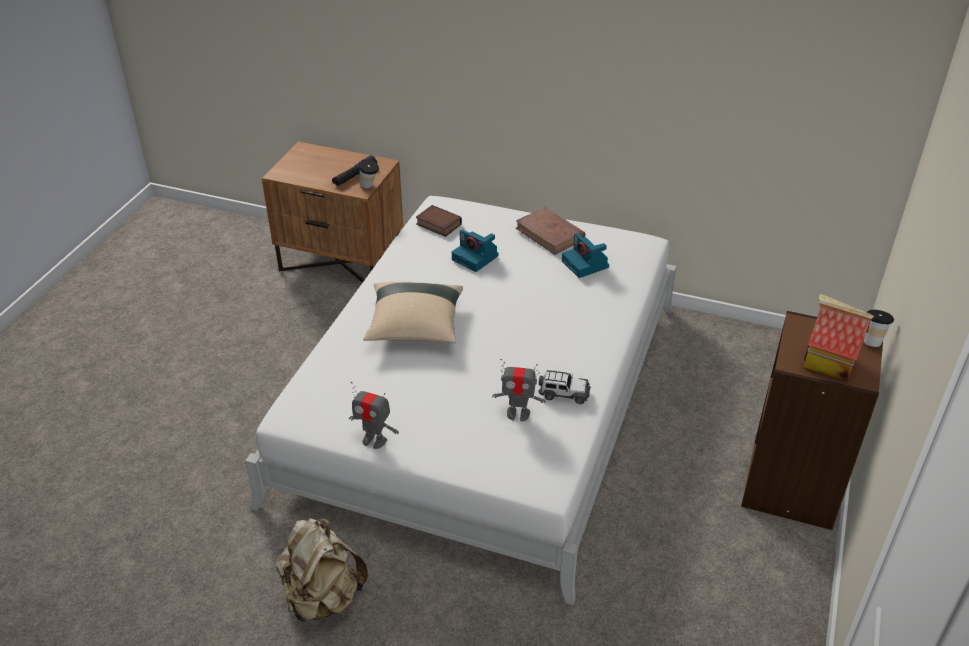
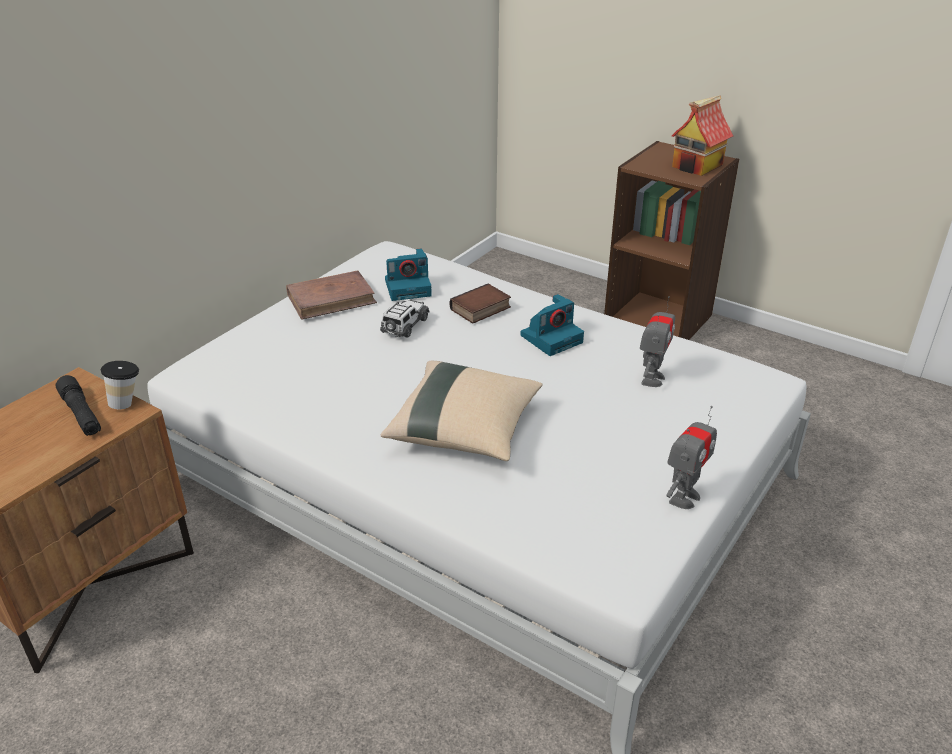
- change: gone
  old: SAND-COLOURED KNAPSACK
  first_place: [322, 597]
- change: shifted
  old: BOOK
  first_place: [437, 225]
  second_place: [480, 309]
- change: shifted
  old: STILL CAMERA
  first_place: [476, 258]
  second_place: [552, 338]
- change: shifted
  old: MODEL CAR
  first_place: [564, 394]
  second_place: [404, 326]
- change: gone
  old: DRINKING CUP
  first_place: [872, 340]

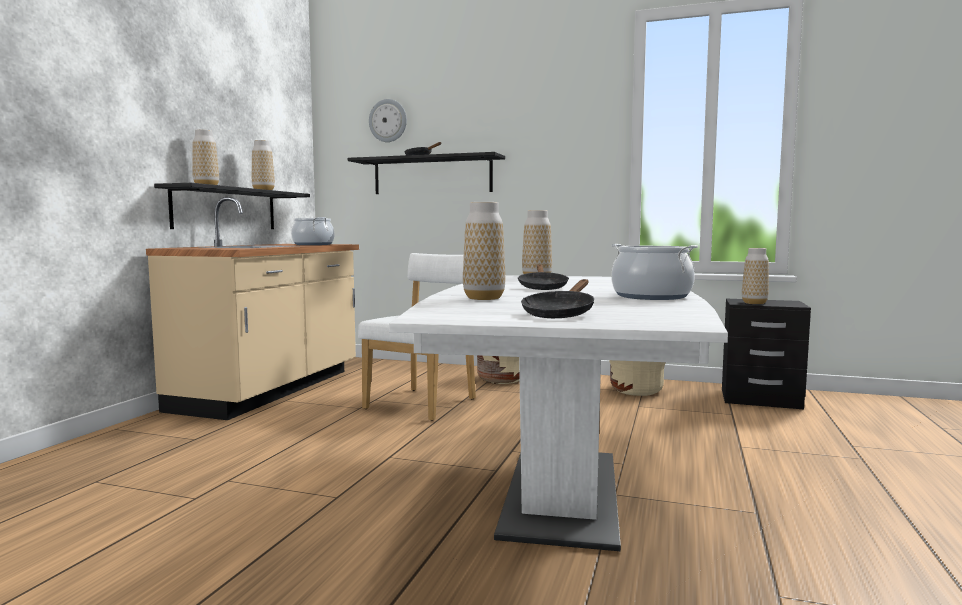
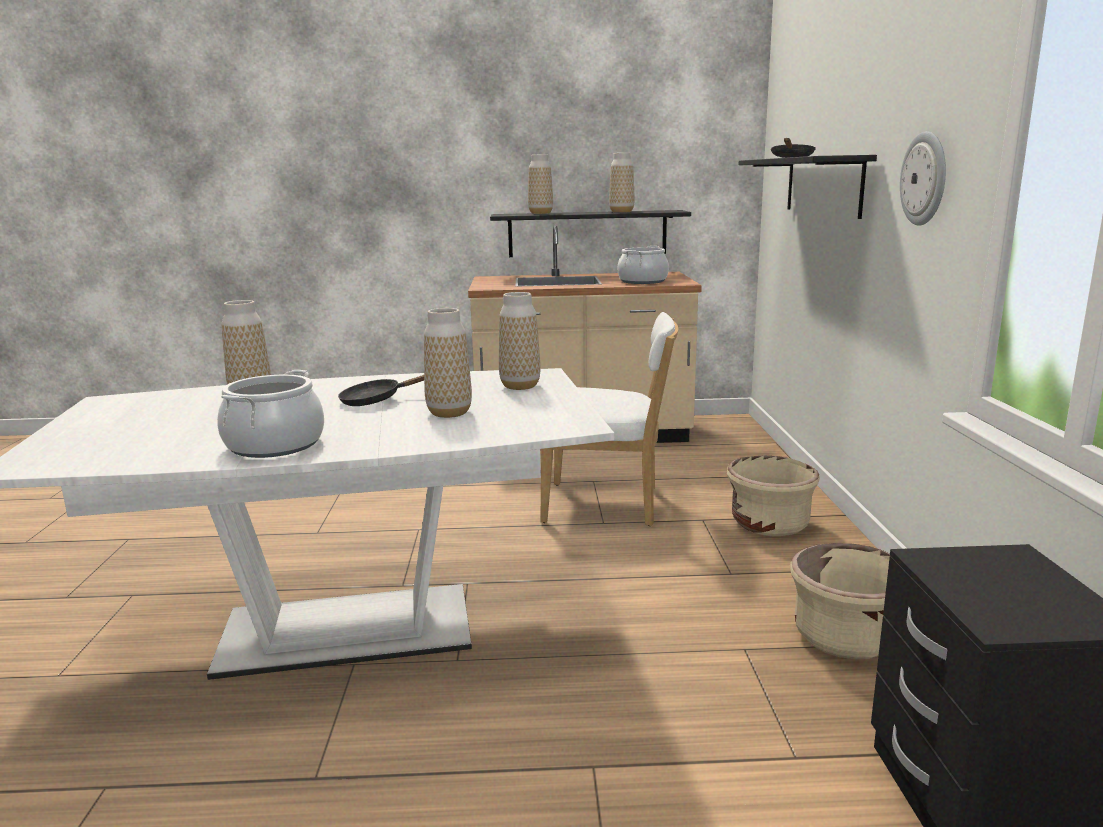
- change: shifted
  old: HANGING CLOCK
  first_place: [388, 121]
  second_place: [925, 179]
- change: gone
  old: BLACK-COLOURED PAN
  first_place: [560, 313]
- change: shifted
  old: DECORATIVE VASE
  first_place: [754, 303]
  second_place: [449, 413]

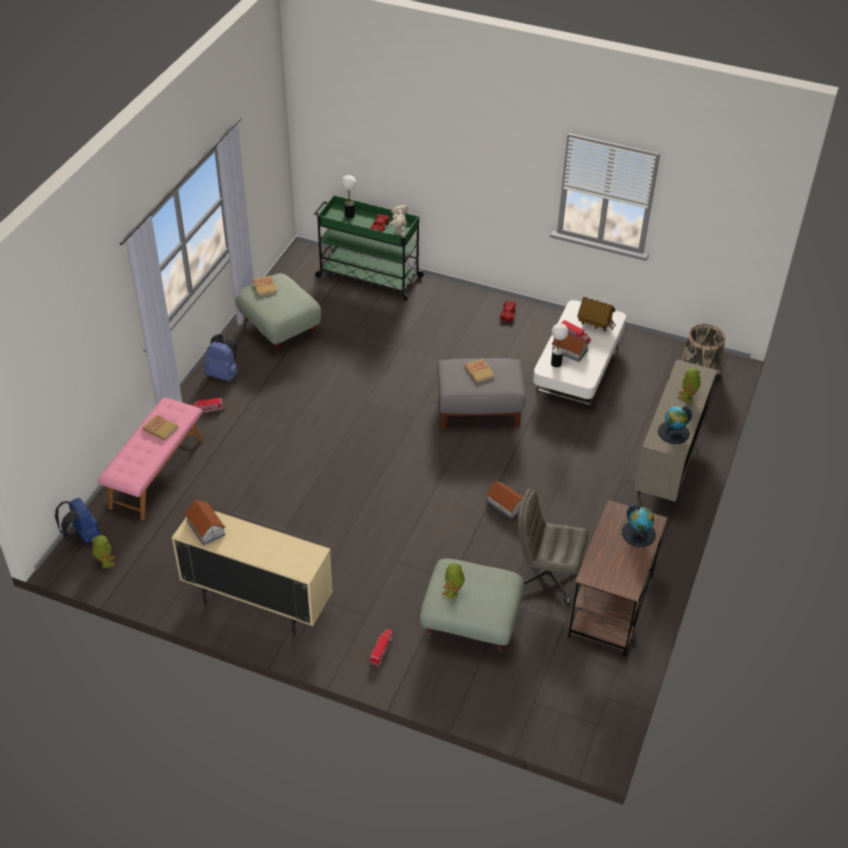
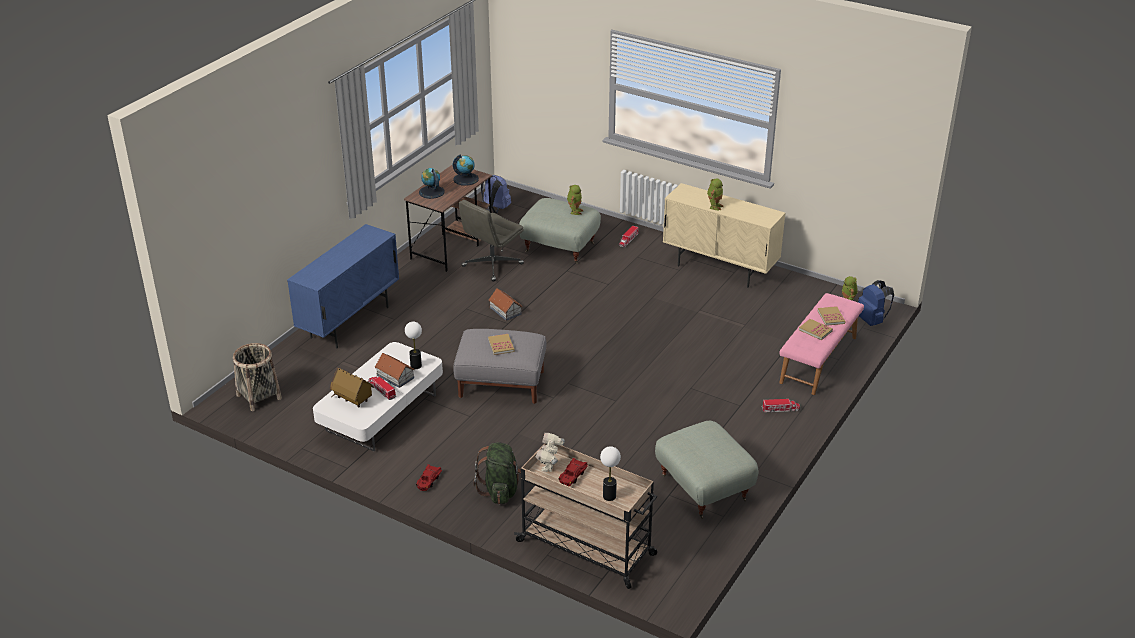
- change: gone
  old: MODEL HOUSE
  first_place: [205, 528]
- change: shifted
  old: BLUISH KNAPSACK
  first_place: [224, 374]
  second_place: [495, 209]
- change: shifted
  old: BOOK
  first_place: [265, 287]
  second_place: [831, 317]
- change: repainted
  old: GREENISH CART
  new: SAND-COLOURED CART
  first_place: [368, 276]
  second_place: [587, 548]
- change: rotated
  old: GRAY OFFICE CHAIR
  first_place: [546, 577]
  second_place: [492, 265]
  degrees: 105
- change: repainted
  old: SAND-COLOURED CUPBOARD
  new: BLUISH CUPBOARD
  first_place: [667, 469]
  second_place: [350, 322]
- change: shifted
  old: DESK GLOBE
  first_place: [673, 432]
  second_place: [466, 179]
- change: shifted
  old: TOY ROBOT
  first_place: [687, 396]
  second_place: [714, 206]
- change: new
  new: GREENISH KNAPSACK
  second_place: [500, 490]

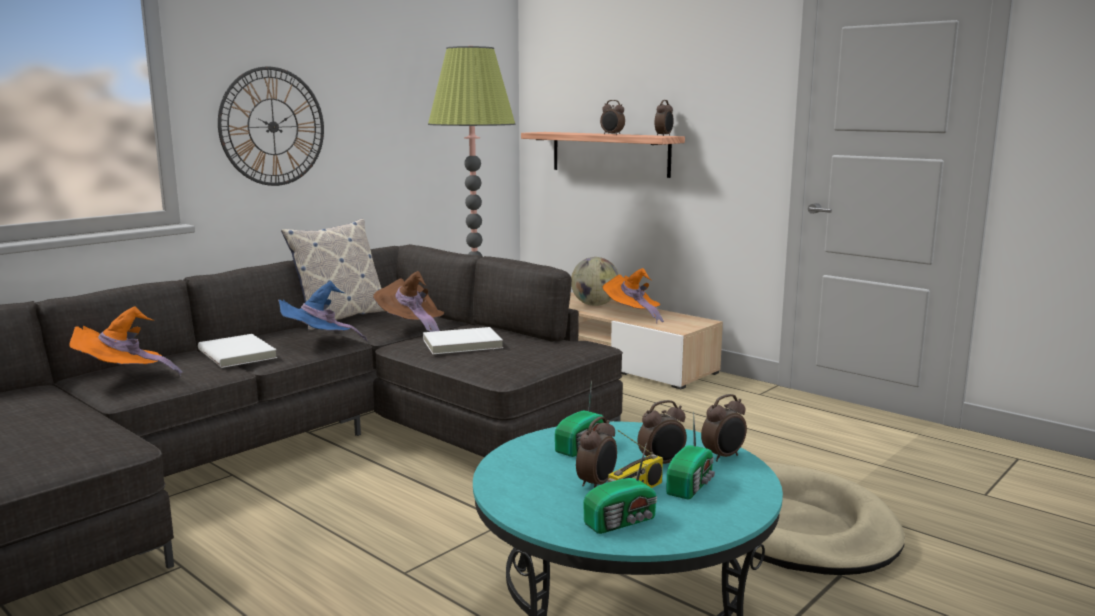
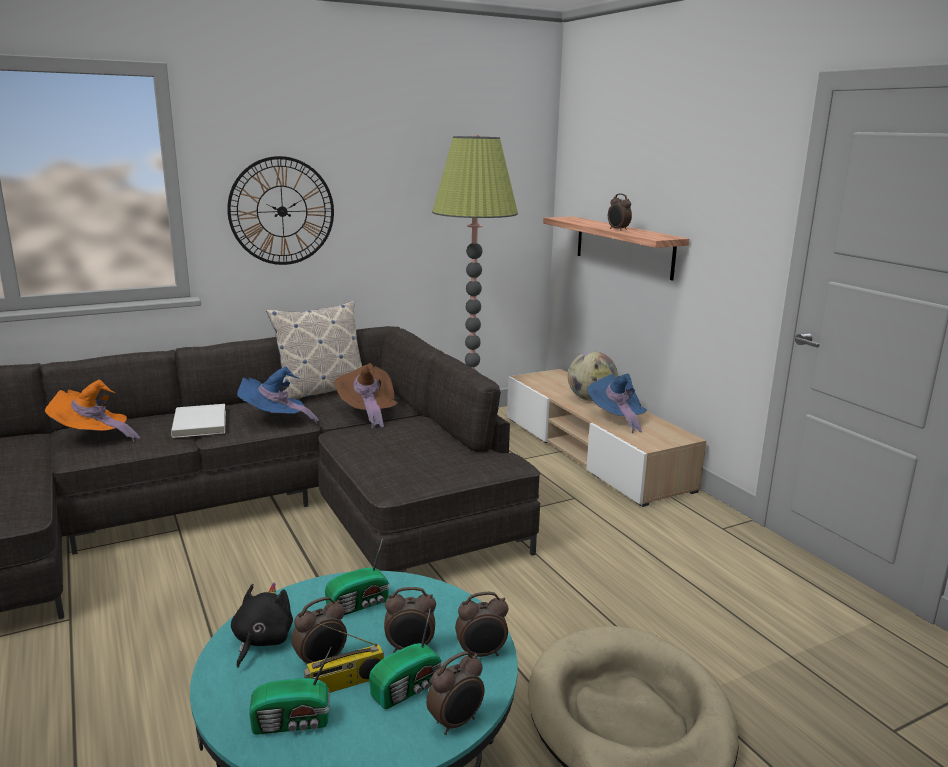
- change: gone
  old: WHITE BOOK
  first_place: [462, 344]
- change: repainted
  old: ORANGEY HAT
  new: BLUISH HAT
  first_place: [632, 315]
  second_place: [616, 419]
- change: shifted
  old: BEDSIDE CLOCK
  first_place: [664, 136]
  second_place: [456, 723]
- change: new
  new: BLACK-COLOURED CUDDLY TOY
  second_place: [261, 641]

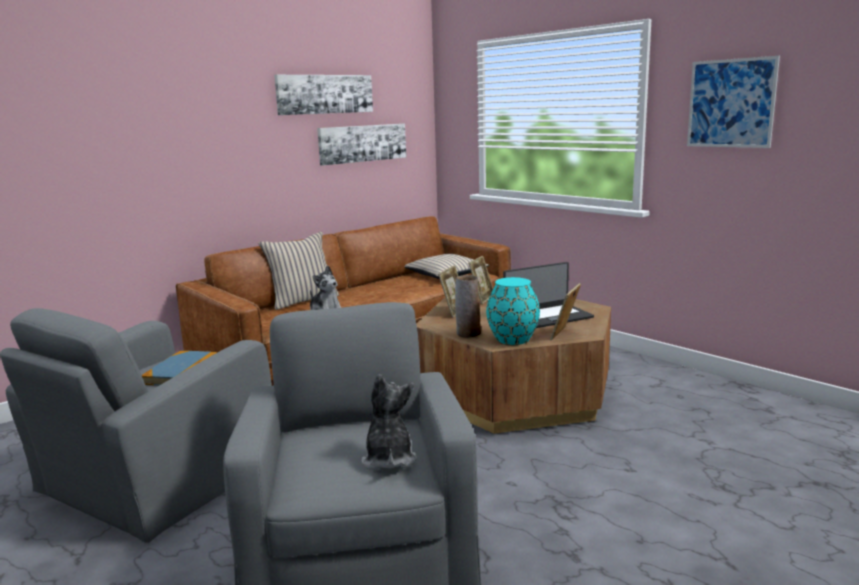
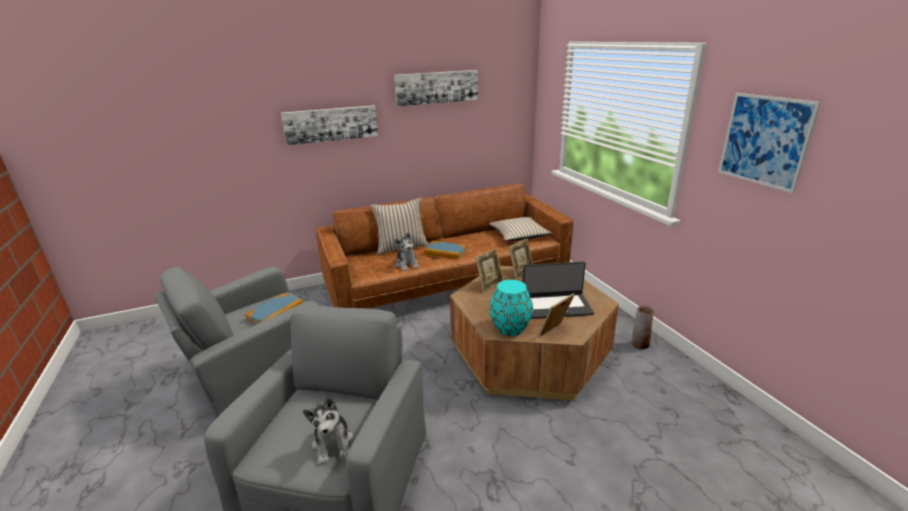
- change: shifted
  old: WALL PICTURE
  first_place: [362, 143]
  second_place: [331, 124]
- change: rotated
  old: CUDDLY TOY
  first_place: [388, 459]
  second_place: [333, 443]
  degrees: 150
- change: shifted
  old: DECORATIVE VASE
  first_place: [468, 334]
  second_place: [639, 344]
- change: new
  new: BOOK
  second_place: [445, 252]

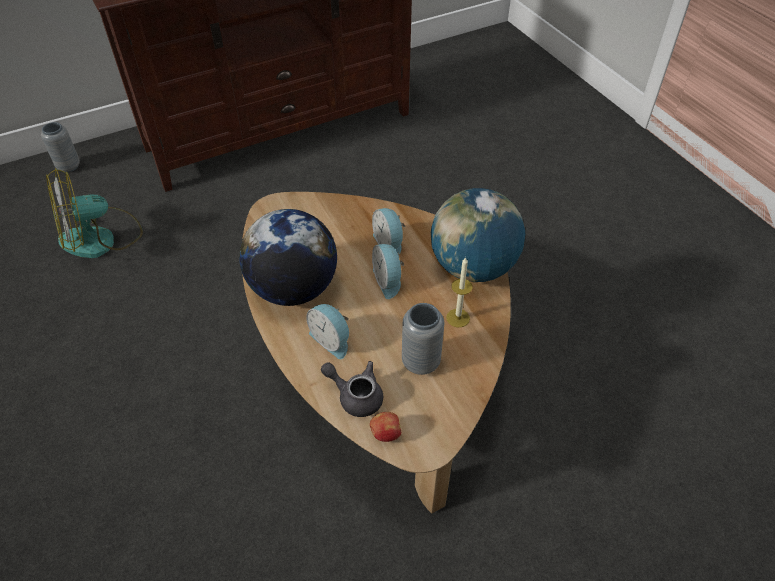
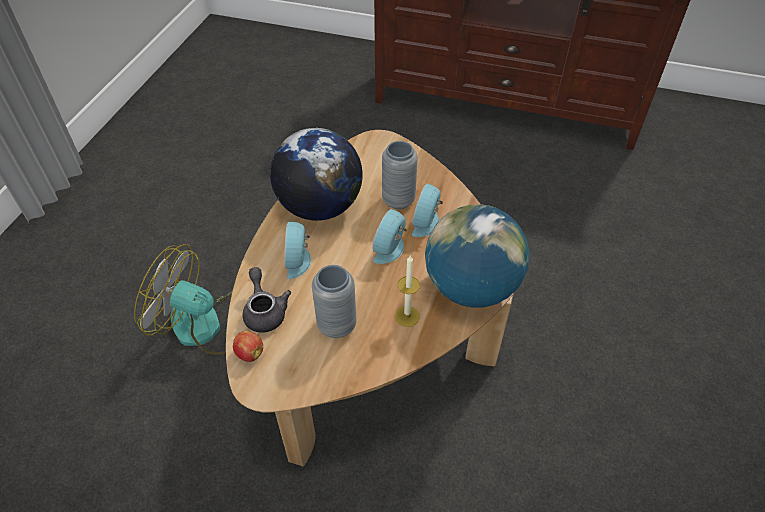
- change: shifted
  old: GRAY DECORATIVE VASE
  first_place: [69, 166]
  second_place: [398, 200]
- change: shifted
  old: FAN
  first_place: [101, 239]
  second_place: [208, 325]

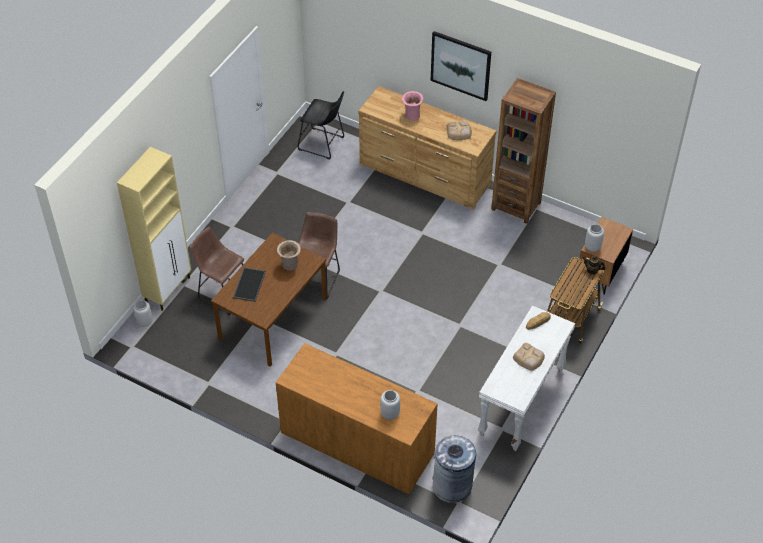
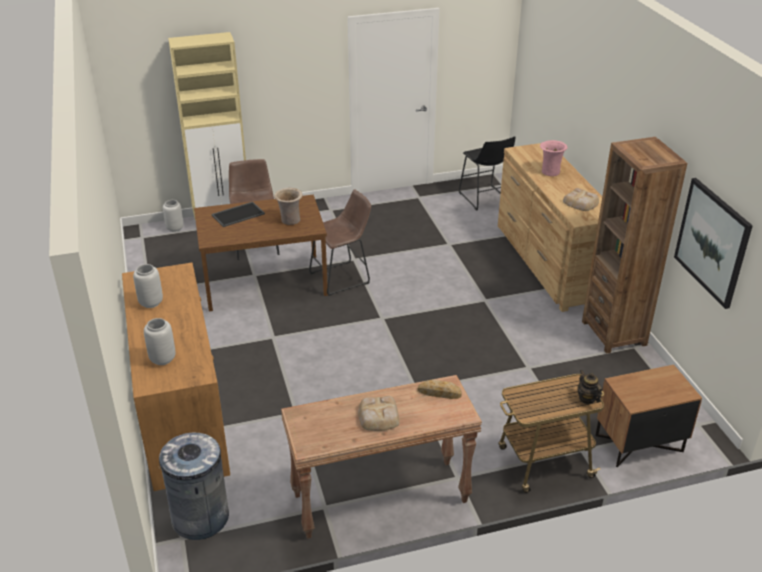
- change: shifted
  old: WALL PICTURE
  first_place: [460, 65]
  second_place: [712, 242]
- change: repainted
  old: WHITE CONSOLE TABLE
  new: BROWN-COLOURED CONSOLE TABLE
  first_place: [522, 403]
  second_place: [380, 499]
- change: shifted
  old: GRAY DECORATIVE VASE
  first_place: [592, 247]
  second_place: [151, 302]

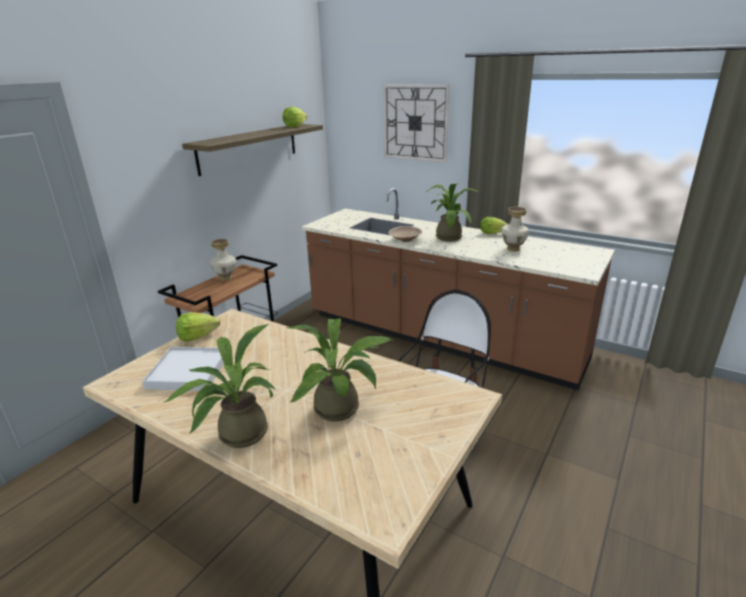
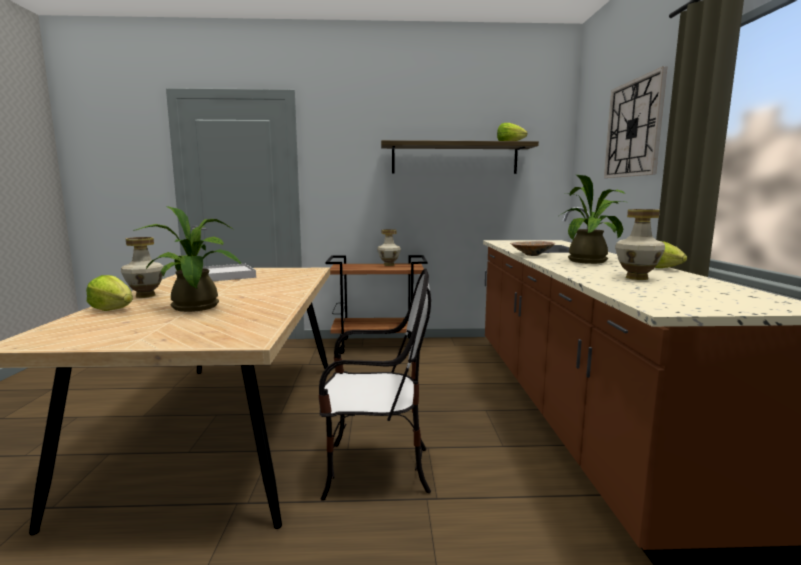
- change: swapped
  old: PLANT IN A POT
  new: DECORATIVE VASE
  first_place: [237, 435]
  second_place: [145, 295]
- change: shifted
  old: LETTUCE
  first_place: [197, 336]
  second_place: [113, 309]

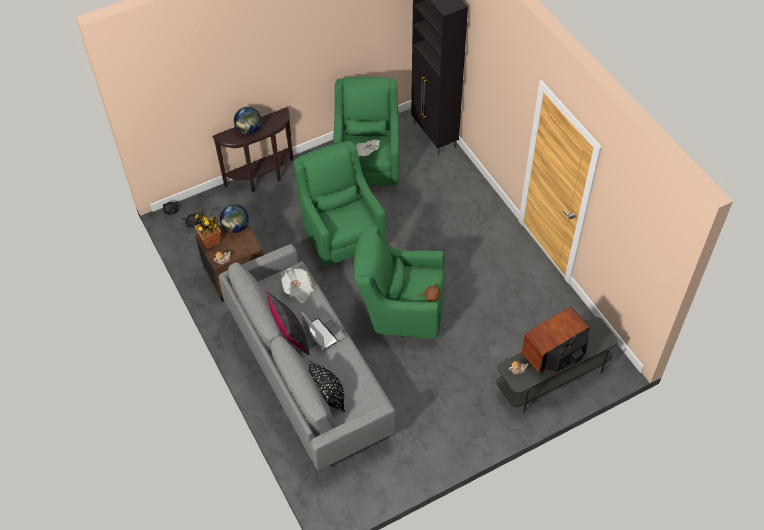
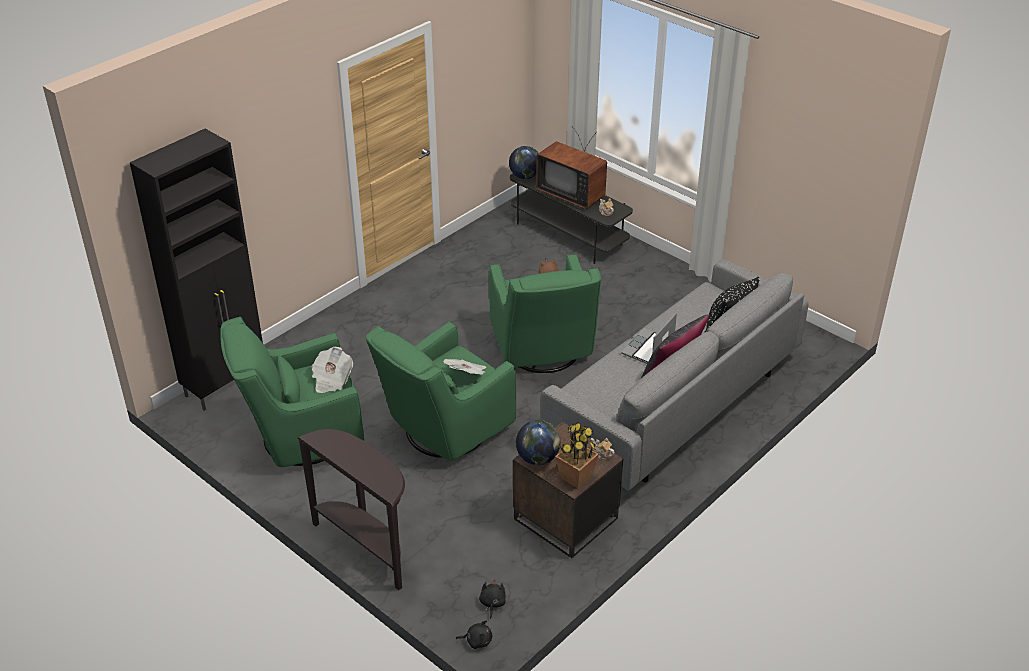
- change: shifted
  old: DESK GLOBE
  first_place: [249, 130]
  second_place: [525, 177]
- change: shifted
  old: DAILY PAPER
  first_place: [298, 290]
  second_place: [467, 375]

